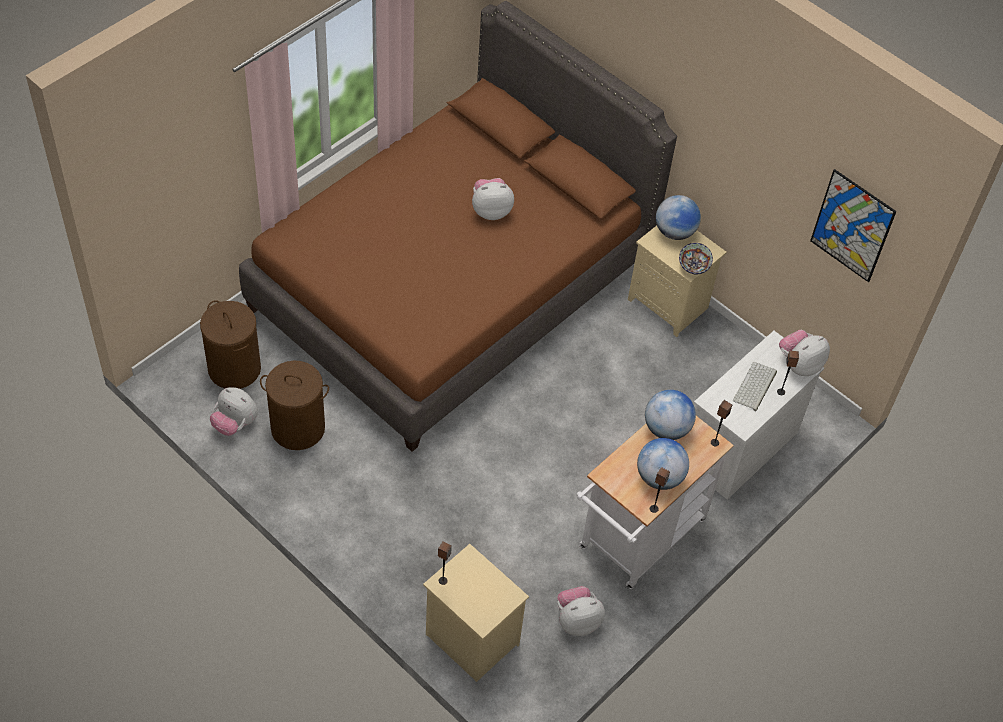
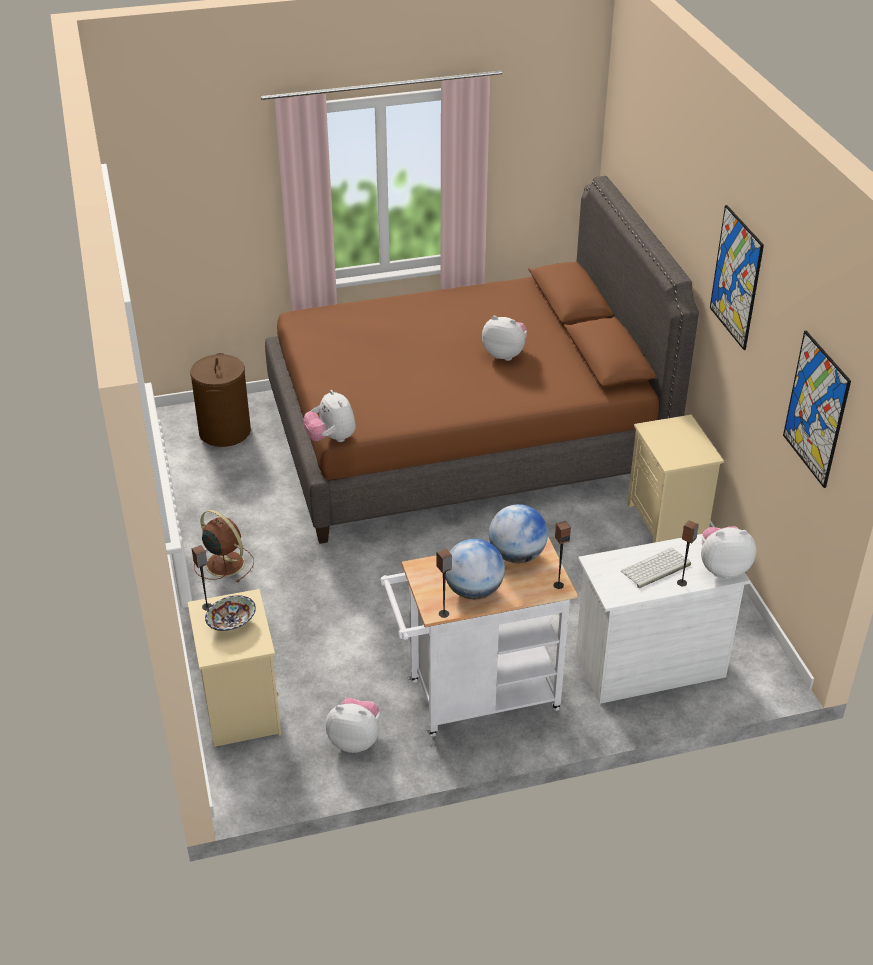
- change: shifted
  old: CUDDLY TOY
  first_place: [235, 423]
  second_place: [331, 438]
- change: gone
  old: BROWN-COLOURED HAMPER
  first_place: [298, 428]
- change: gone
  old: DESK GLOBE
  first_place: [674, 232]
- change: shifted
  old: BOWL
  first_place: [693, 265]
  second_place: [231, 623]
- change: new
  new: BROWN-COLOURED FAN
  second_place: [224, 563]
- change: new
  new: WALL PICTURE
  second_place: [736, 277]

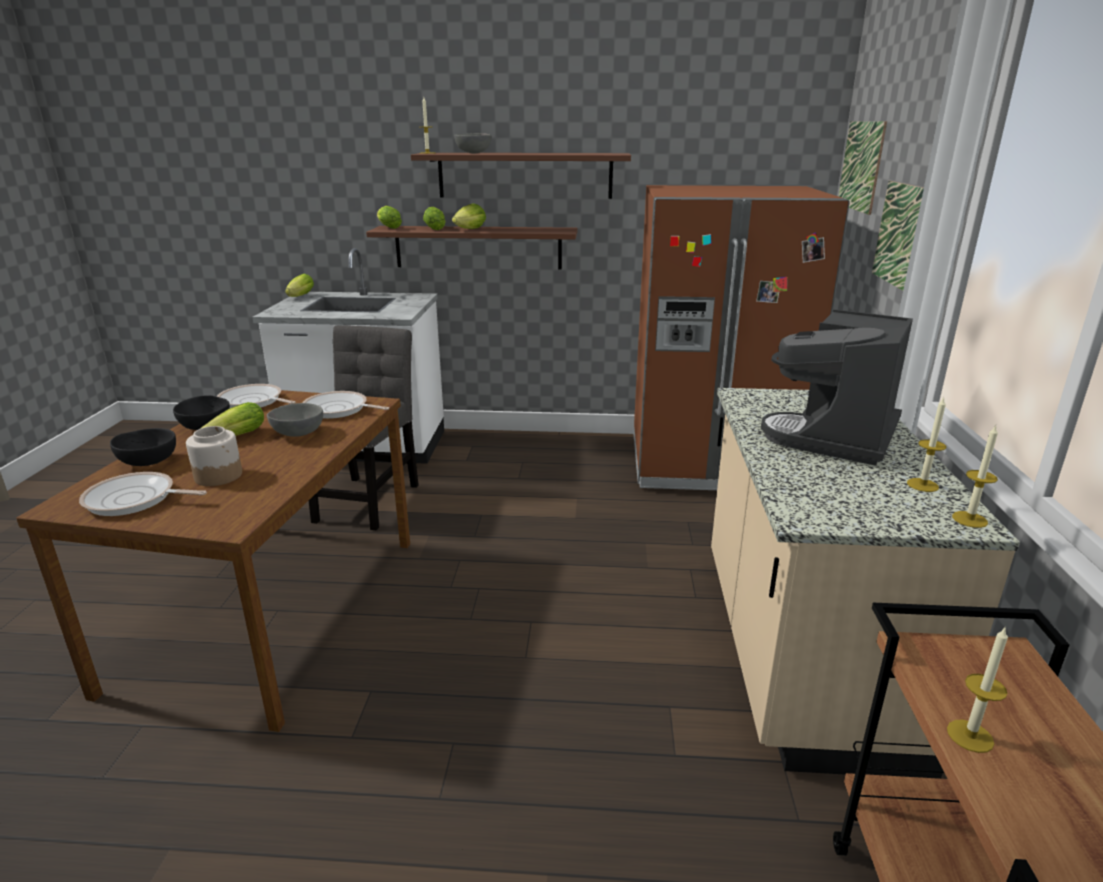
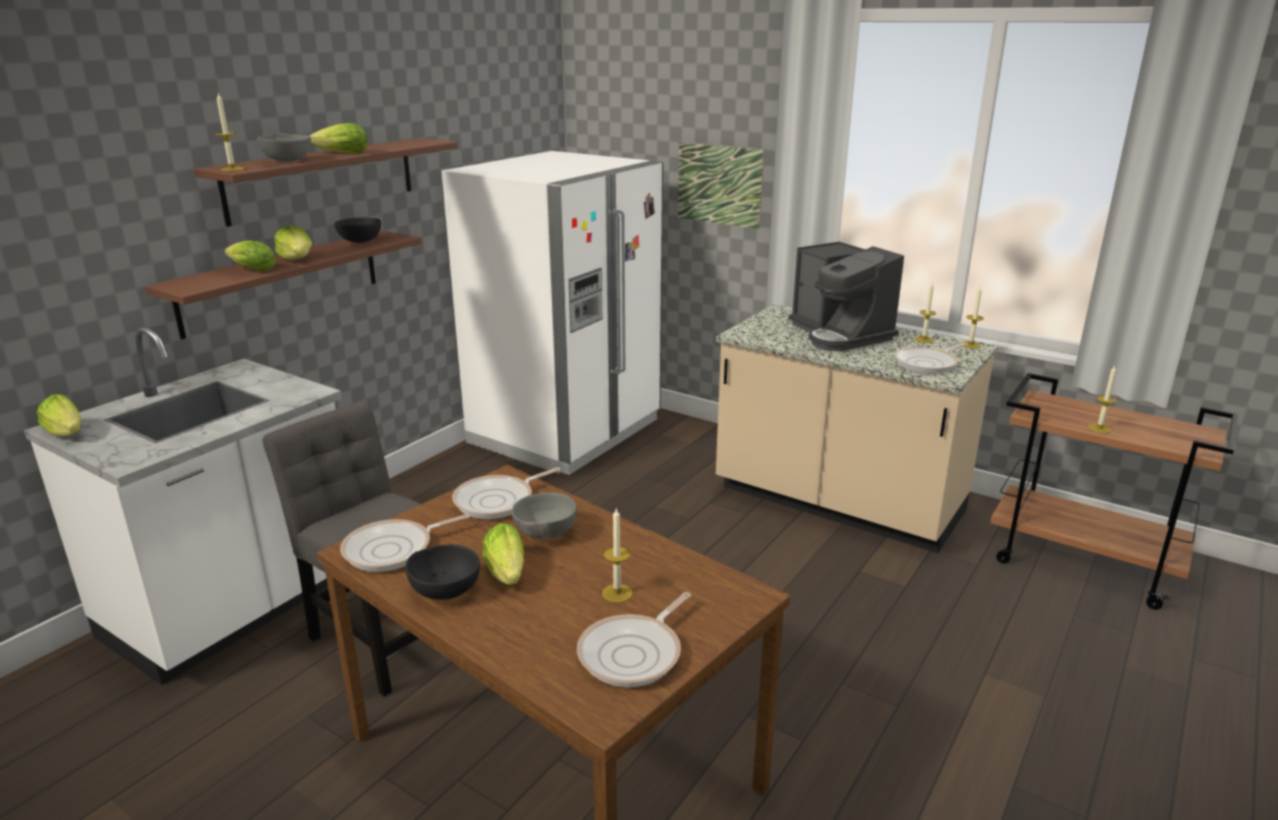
- change: shifted
  old: BLACK-COLOURED BOWL
  first_place: [148, 462]
  second_place: [358, 242]
- change: swapped
  old: JAR
  new: WAX CANDLE
  first_place: [219, 476]
  second_place: [617, 593]
- change: shifted
  old: LETTUCE
  first_place: [388, 227]
  second_place: [339, 153]
- change: repainted
  old: BROWN-COLOURED REFRIGERATOR
  new: WHITE REFRIGERATOR
  first_place: [710, 464]
  second_place: [566, 432]
- change: gone
  old: WALL PICTURE
  first_place: [861, 166]
- change: new
  new: PAN
  second_place: [928, 364]

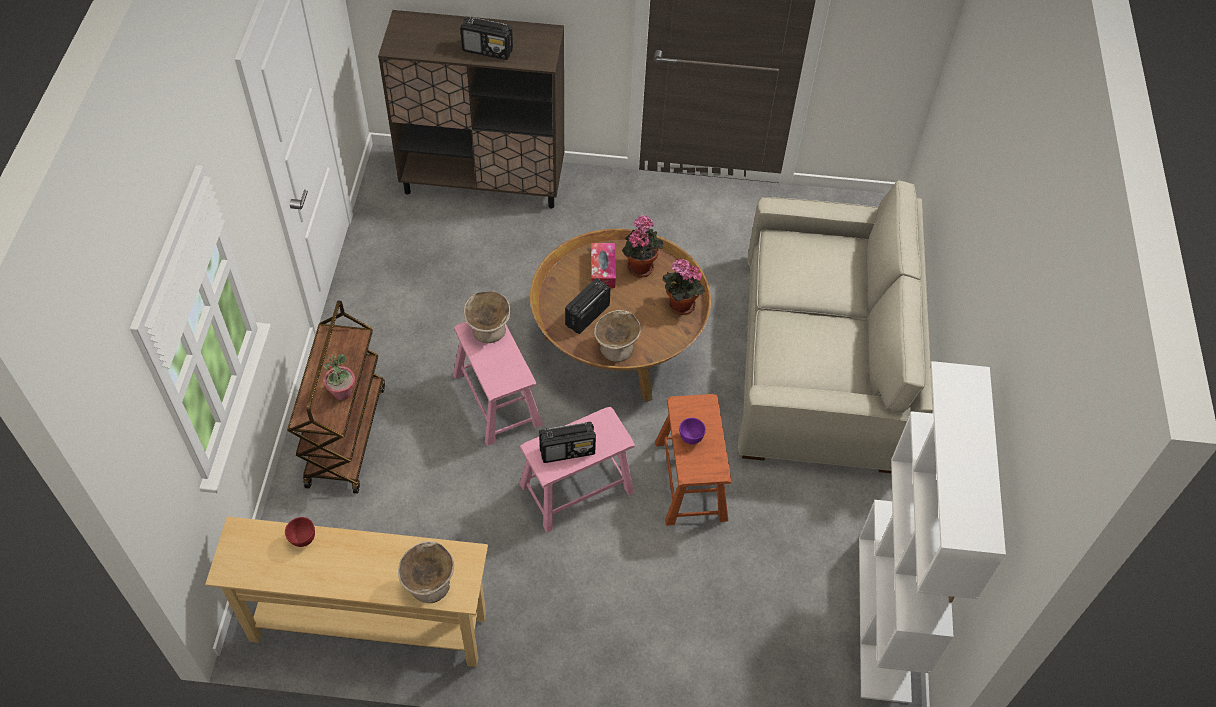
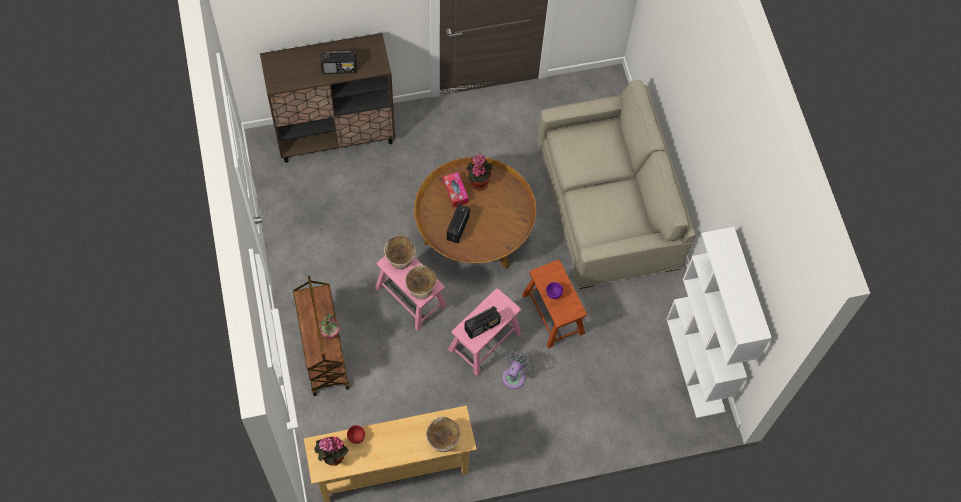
- change: shifted
  old: SAND-COLOURED BOWL
  first_place: [616, 348]
  second_place: [421, 289]
- change: shifted
  old: PLANT IN A POT
  first_place: [679, 306]
  second_place: [332, 457]
- change: new
  new: GRAY FAN
  second_place: [515, 375]

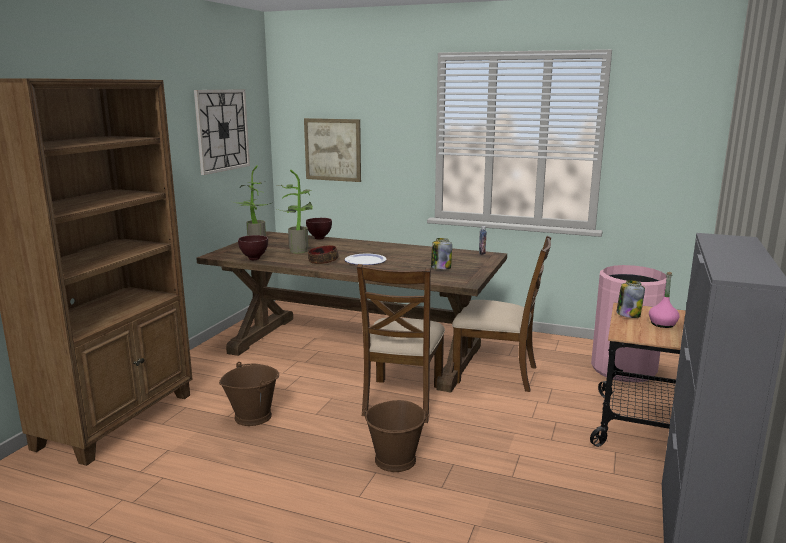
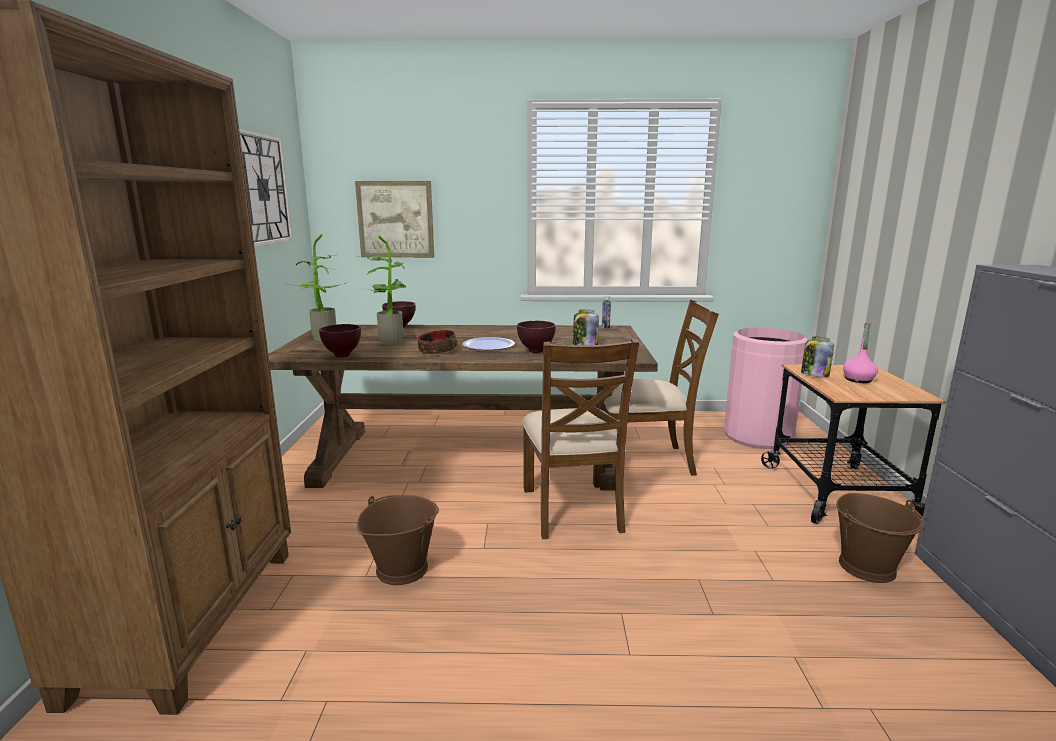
- change: shifted
  old: BROWN-COLOURED WATER BUCKET
  first_place: [396, 460]
  second_place: [868, 567]
- change: new
  new: BROWN-COLOURED BOWL
  second_place: [535, 352]

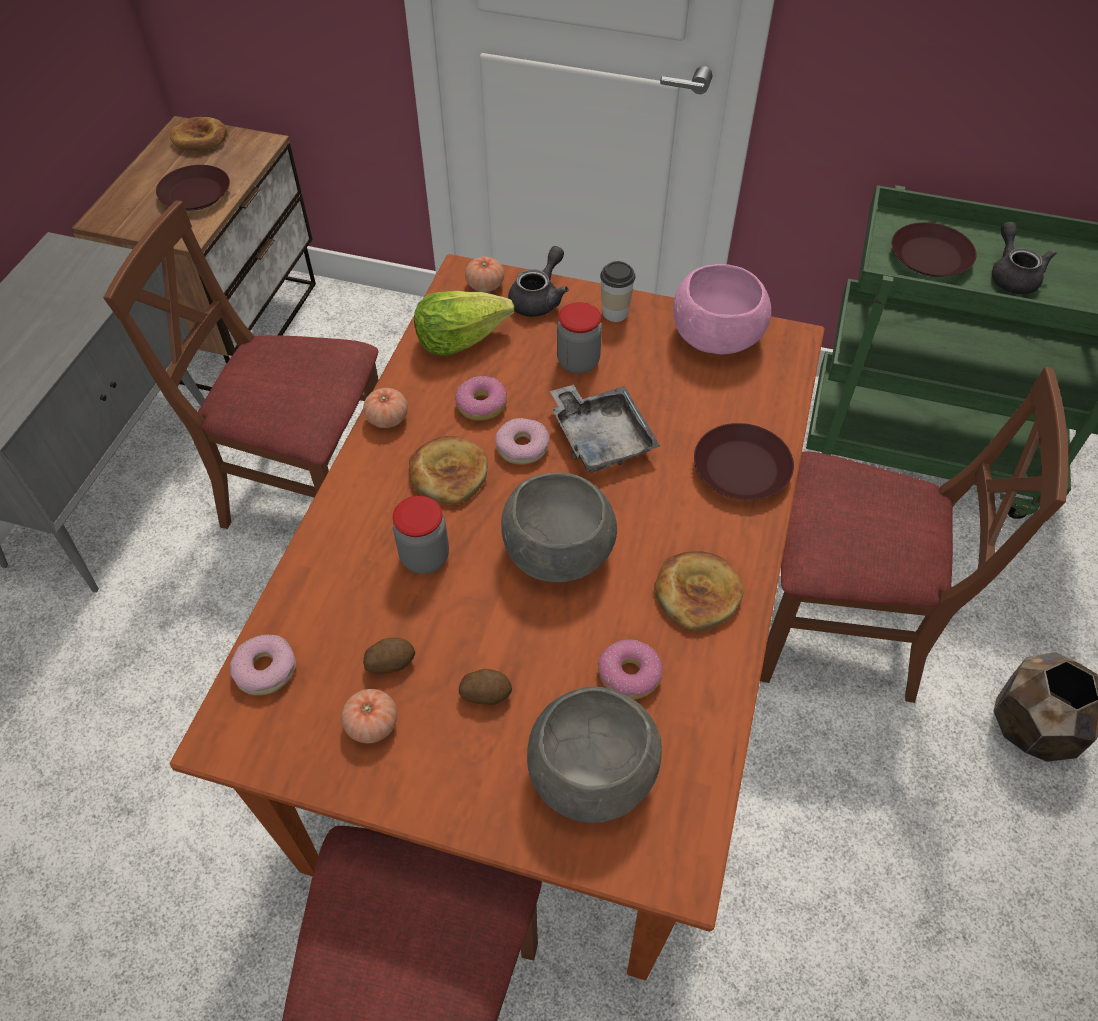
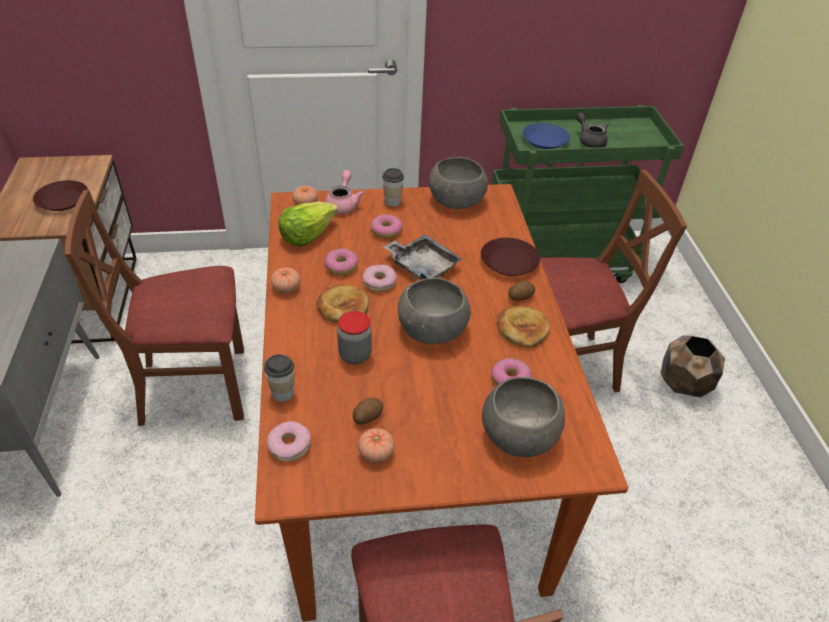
- change: gone
  old: BAKERY BREAD
  first_place: [200, 139]
- change: shifted
  old: WHOLE POTATO
  first_place: [486, 693]
  second_place: [520, 297]
- change: repainted
  old: GRAY TEA POT
  new: PINK TEA POT
  first_place: [539, 298]
  second_place: [343, 204]
- change: swapped
  old: JAR
  new: DOUGHNUT
  first_place: [578, 362]
  second_place: [386, 231]
- change: repainted
  old: PINK BOWL
  new: GRAY BOWL
  first_place: [715, 336]
  second_place: [456, 201]
- change: repainted
  old: BROWN-COLOURED DINNER PLATE
  new: BLUISH DINNER PLATE
  first_place: [930, 258]
  second_place: [545, 140]
- change: new
  new: DRINKING CUP
  second_place: [283, 393]

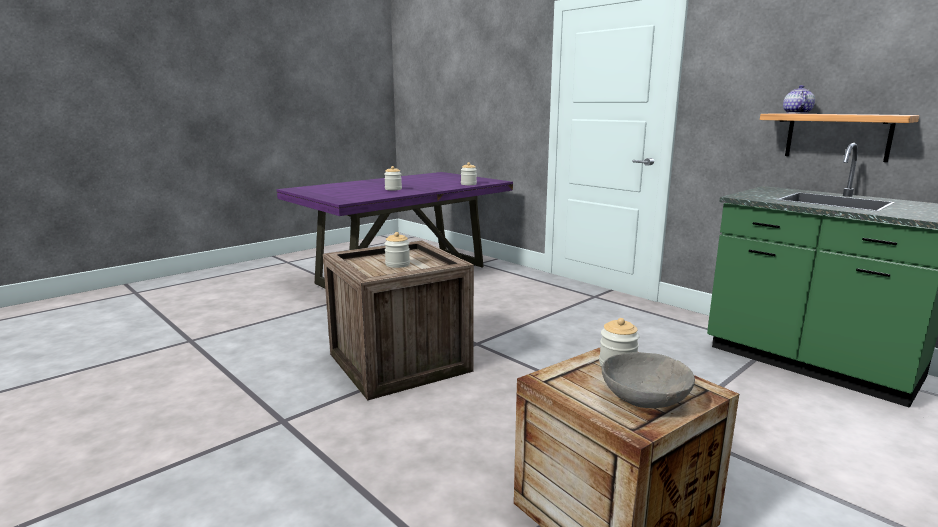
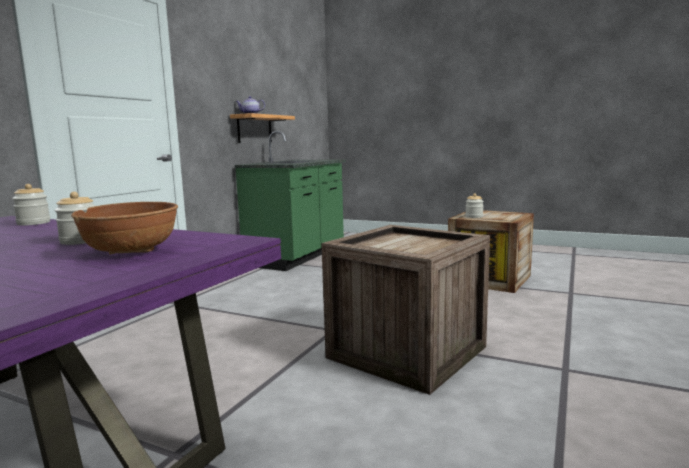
- change: gone
  old: JAR
  first_place: [397, 264]
- change: gone
  old: GRAY BOWL
  first_place: [644, 399]
- change: new
  new: BROWN-COLOURED BOWL
  second_place: [131, 251]

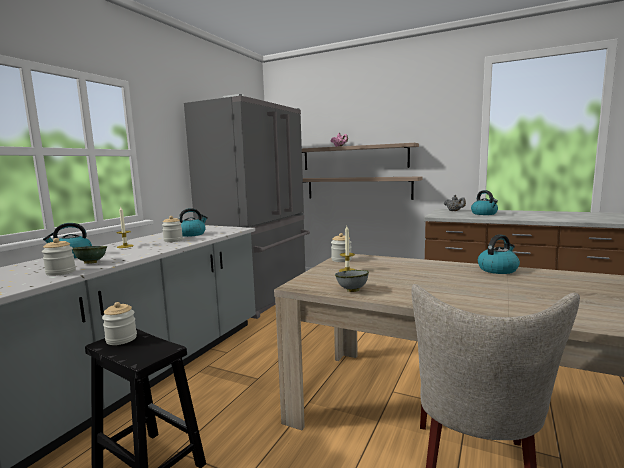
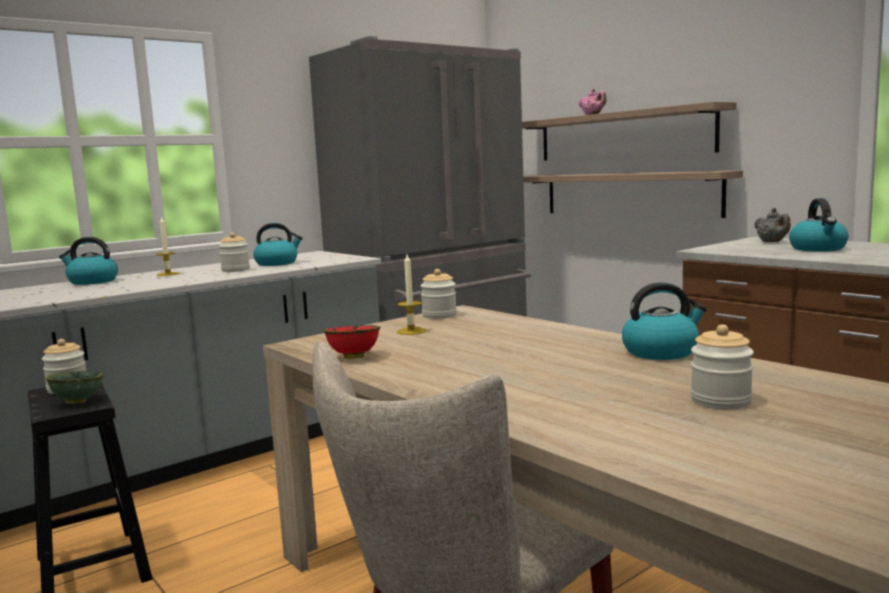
- change: shifted
  old: JAR
  first_place: [61, 272]
  second_place: [720, 401]
- change: shifted
  old: GREENISH BOWL
  first_place: [91, 263]
  second_place: [77, 402]
- change: repainted
  old: GRAY BOWL
  new: REDDISH BOWL
  first_place: [351, 291]
  second_place: [352, 357]

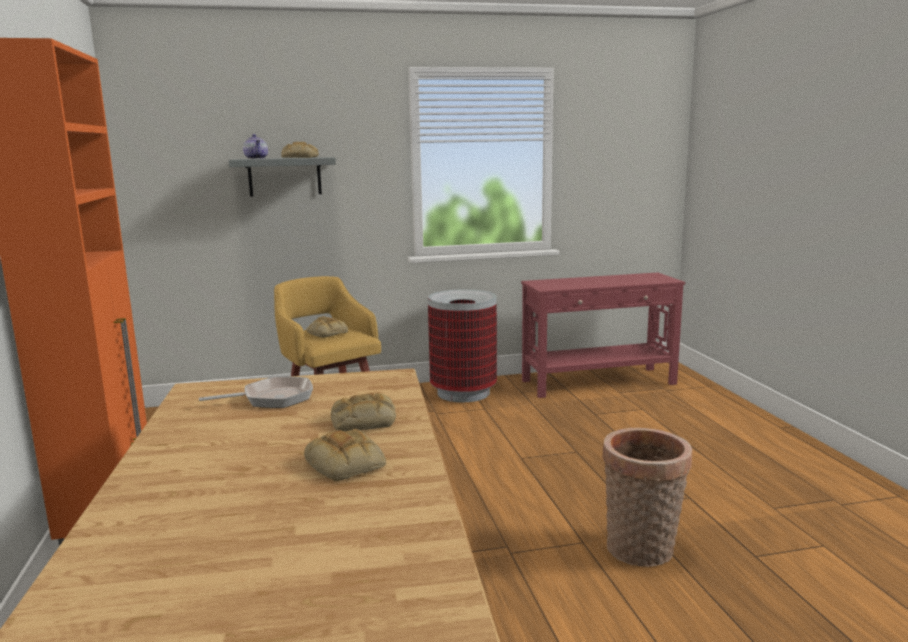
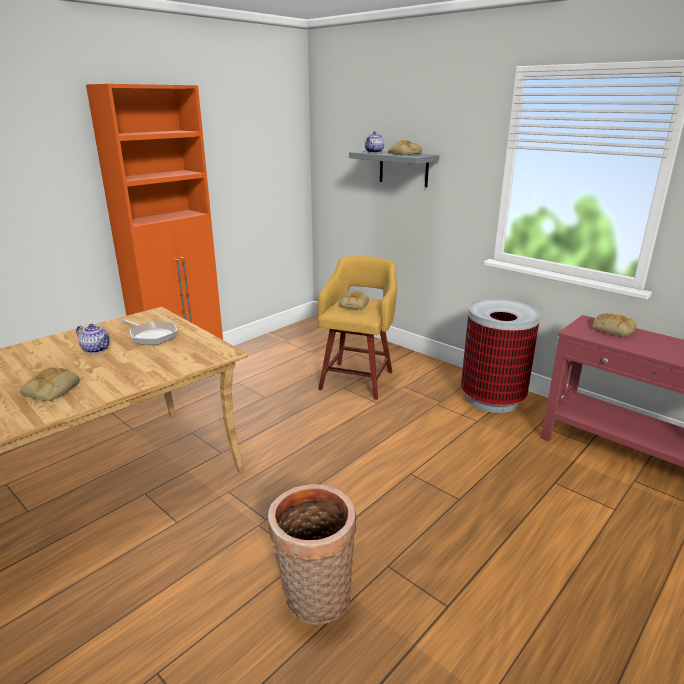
- change: shifted
  old: BAKERY BREAD
  first_place: [363, 421]
  second_place: [612, 329]
- change: new
  new: TEA POT
  second_place: [97, 349]

